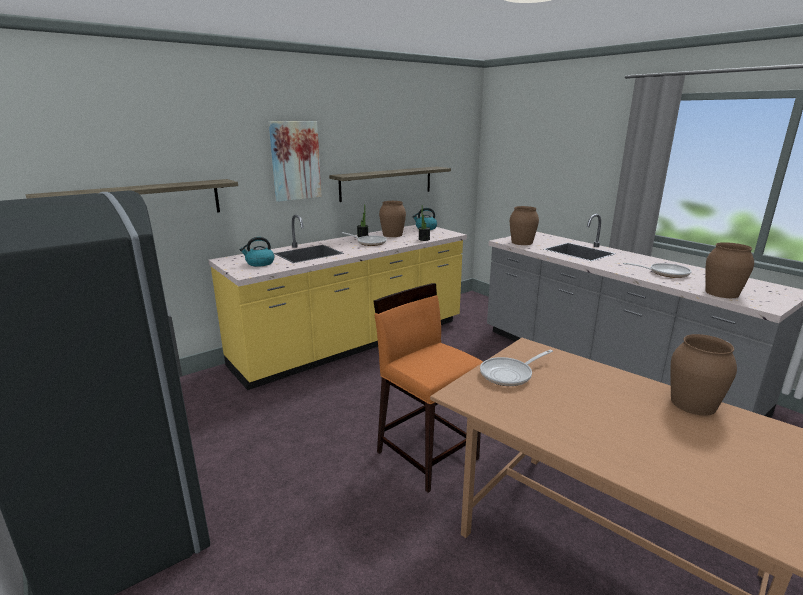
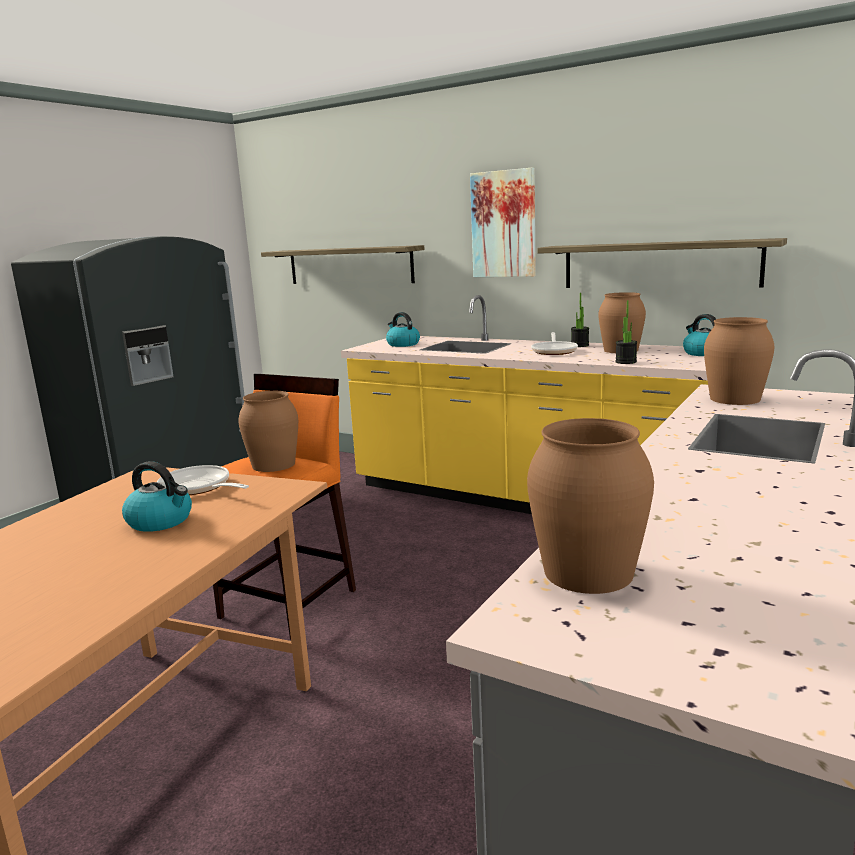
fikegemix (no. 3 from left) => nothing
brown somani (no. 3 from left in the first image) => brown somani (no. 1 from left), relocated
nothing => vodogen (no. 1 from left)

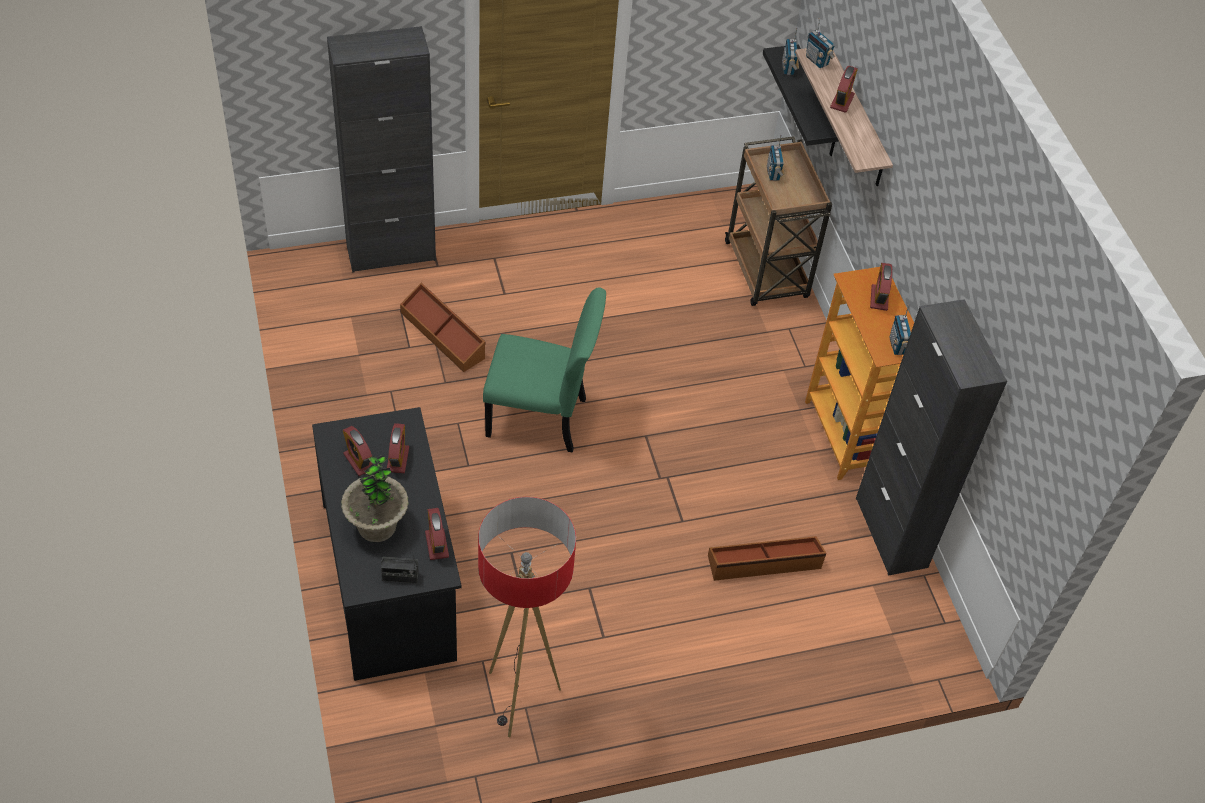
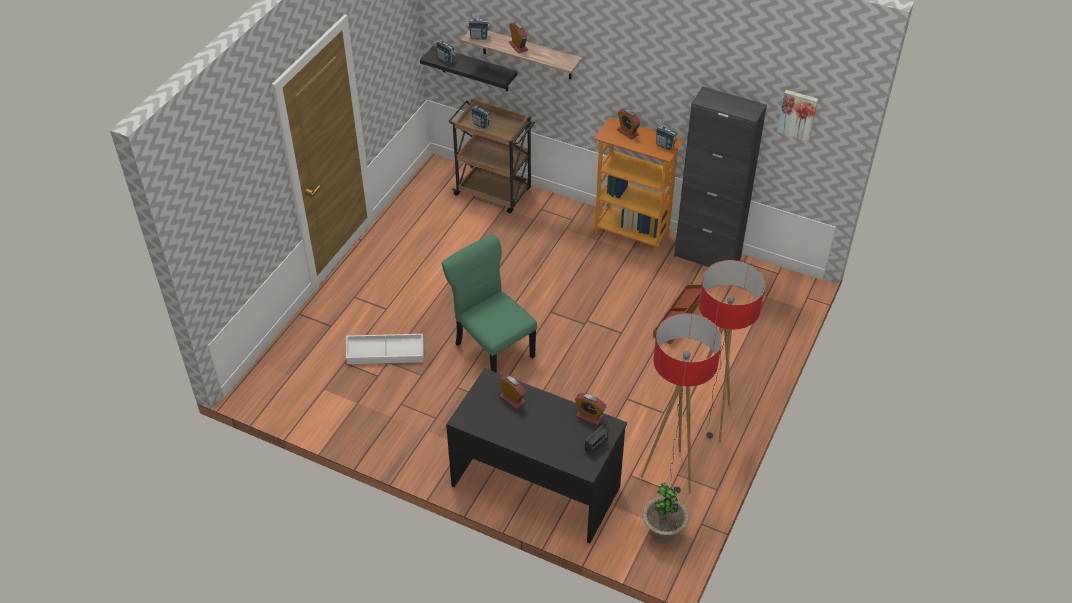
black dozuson (no. 1 from left) => nothing
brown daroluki (no. 1 from left) => white daroluki
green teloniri, 90 degrees counterclockwise
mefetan (no. 1 from left) => nothing
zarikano, relocated
nothing => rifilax
nothing => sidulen (no. 2 from left)

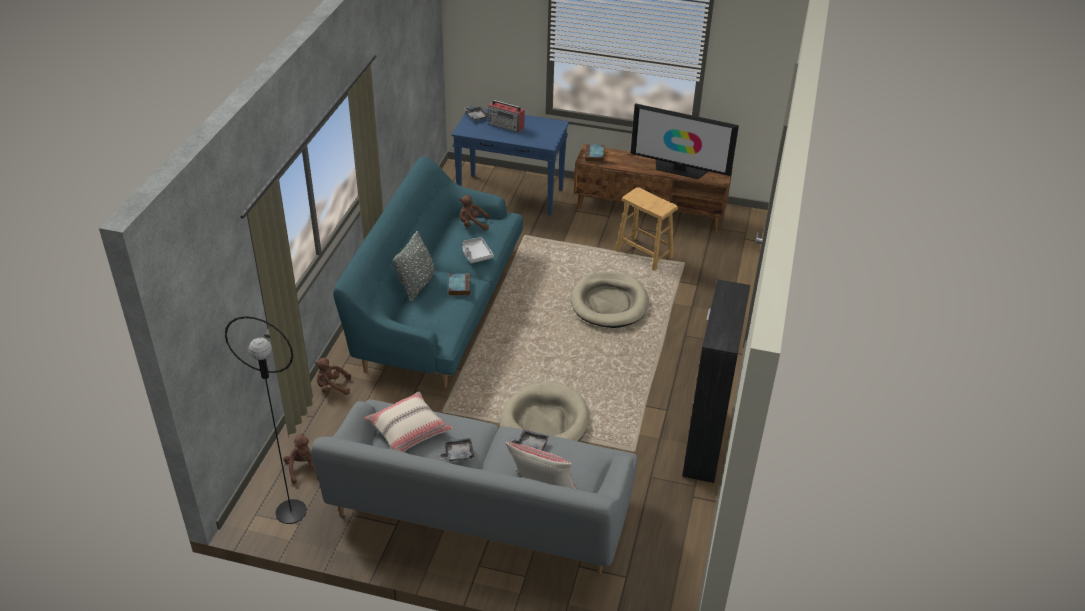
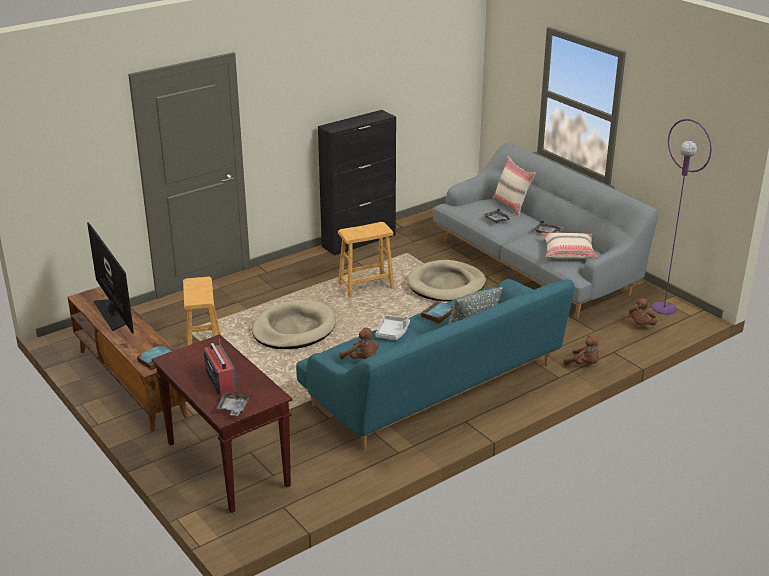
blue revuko => brown revuko
black sidulen => purple sidulen
nothing => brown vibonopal (no. 2 from left)

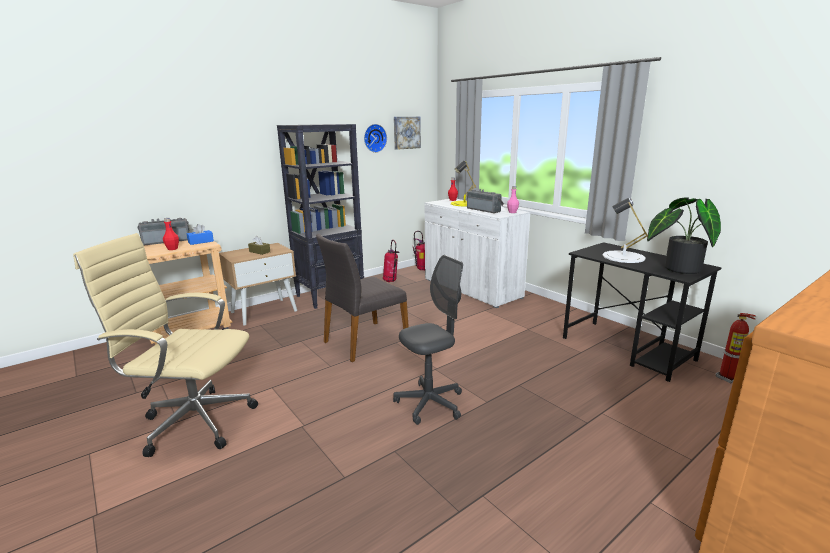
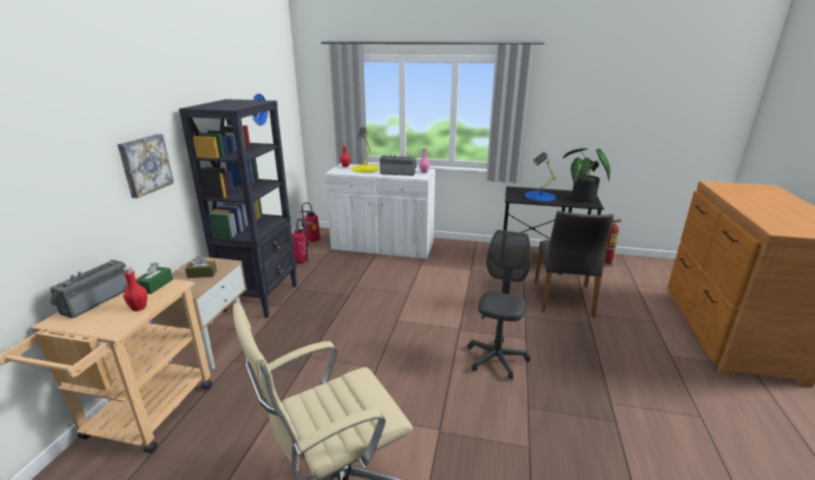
rifilax, relocated
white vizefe => blue vizefe
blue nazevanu => green nazevanu
grey teloniri, relocated

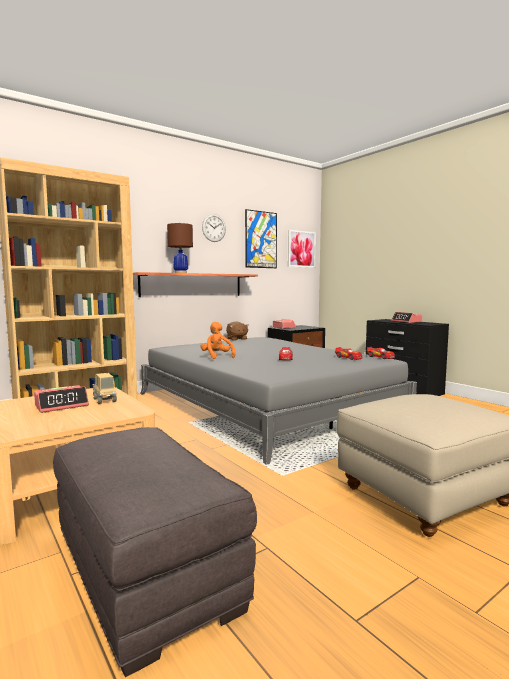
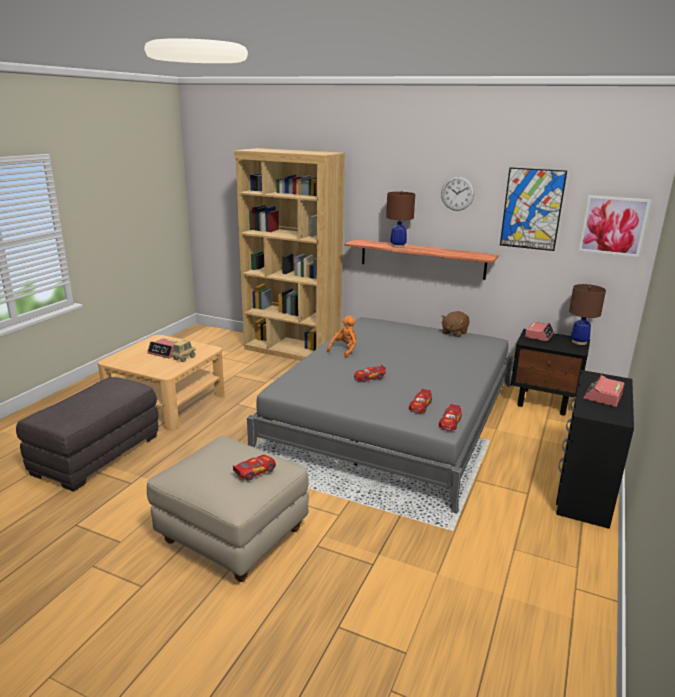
nothing => brown vizefe (no. 2 from left)
nothing => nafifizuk (no. 1 from left)

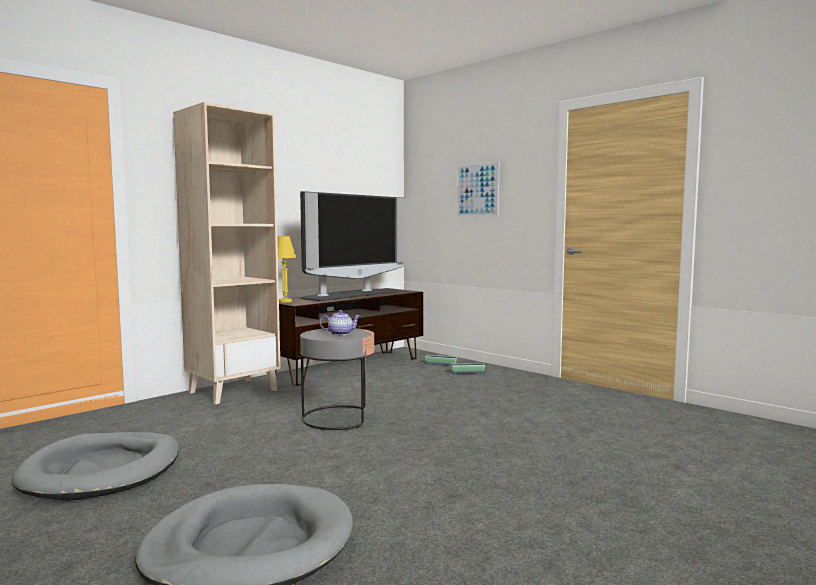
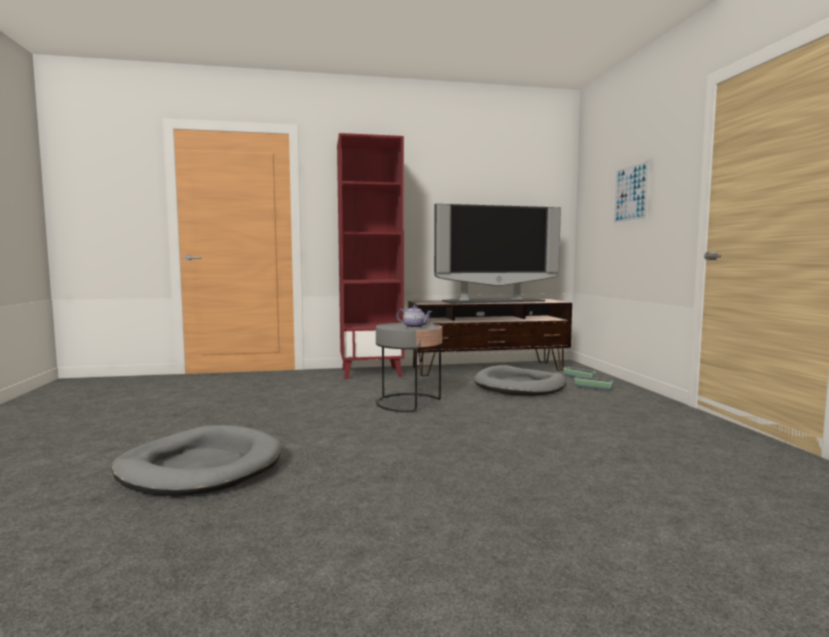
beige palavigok => red palavigok
yellow vizefe => nothing
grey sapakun (no. 1 from left in the first image) => grey sapakun (no. 2 from left), relocated

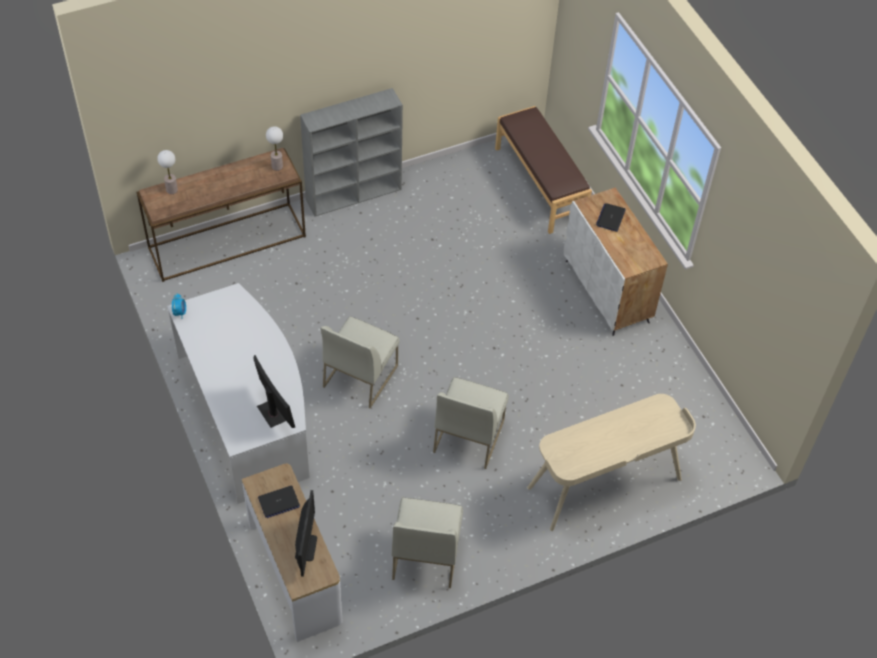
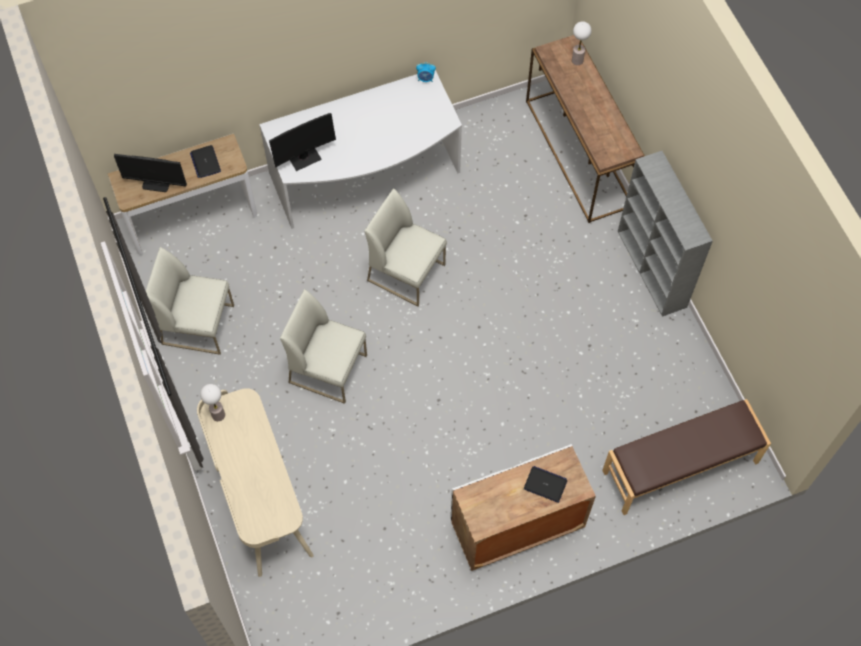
vizefe (no. 2 from left in the first image) => vizefe (no. 1 from left), relocated

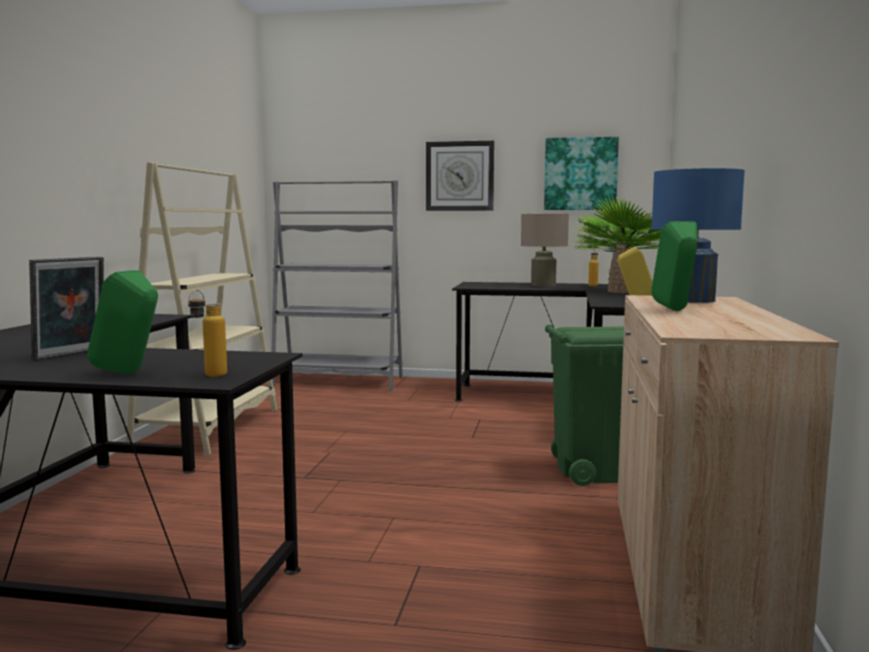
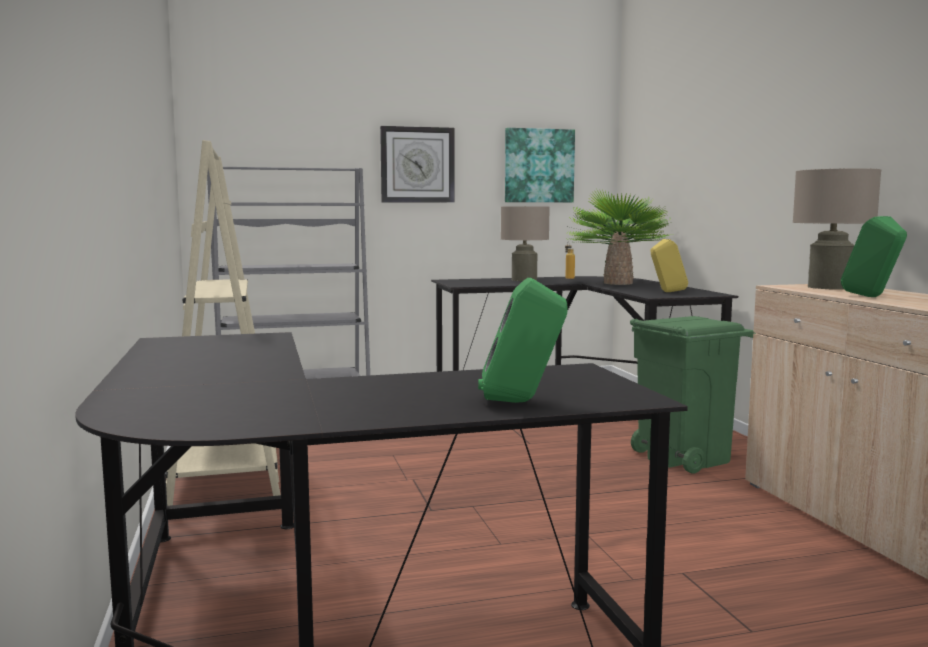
blue vizefe => beige vizefe (no. 2 from left)
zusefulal => nothing
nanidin (no. 1 from left) => nothing

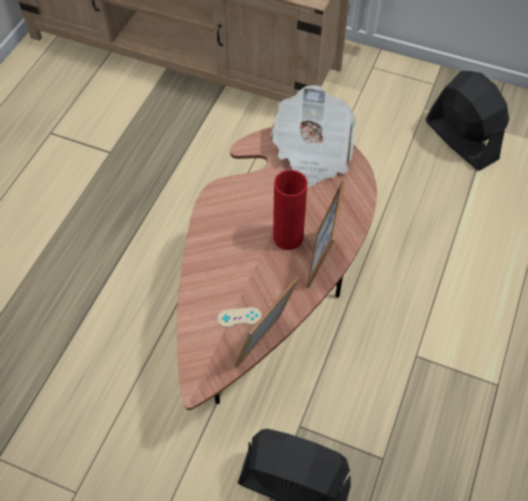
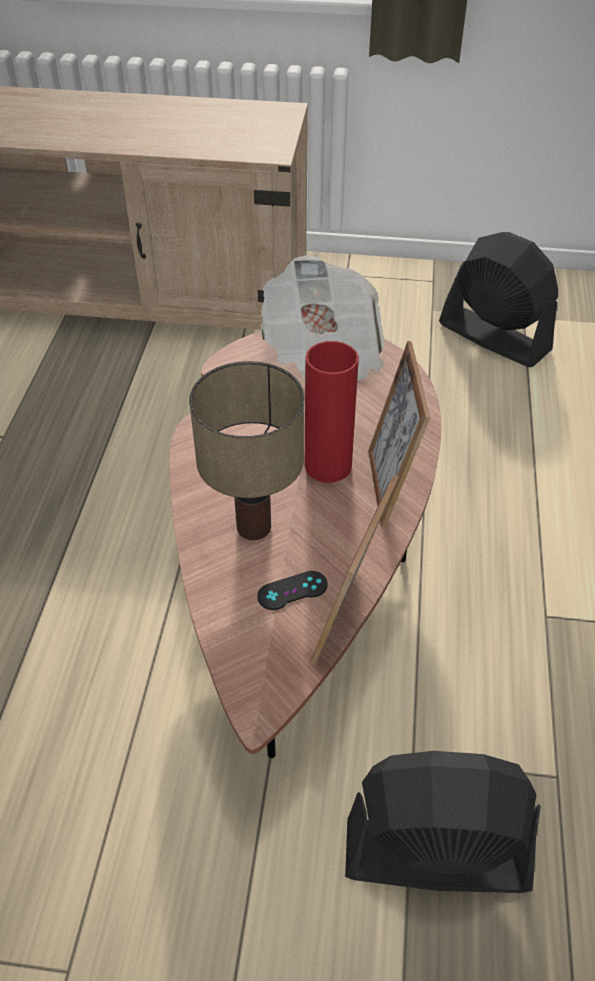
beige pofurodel => black pofurodel
nothing => vizefe

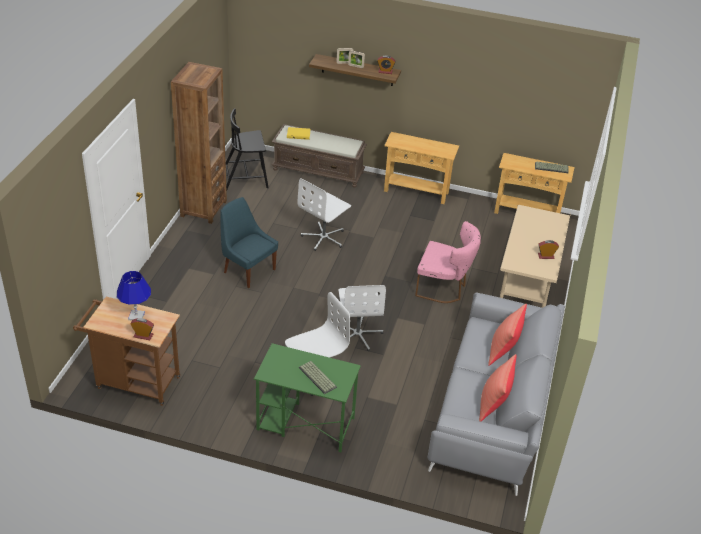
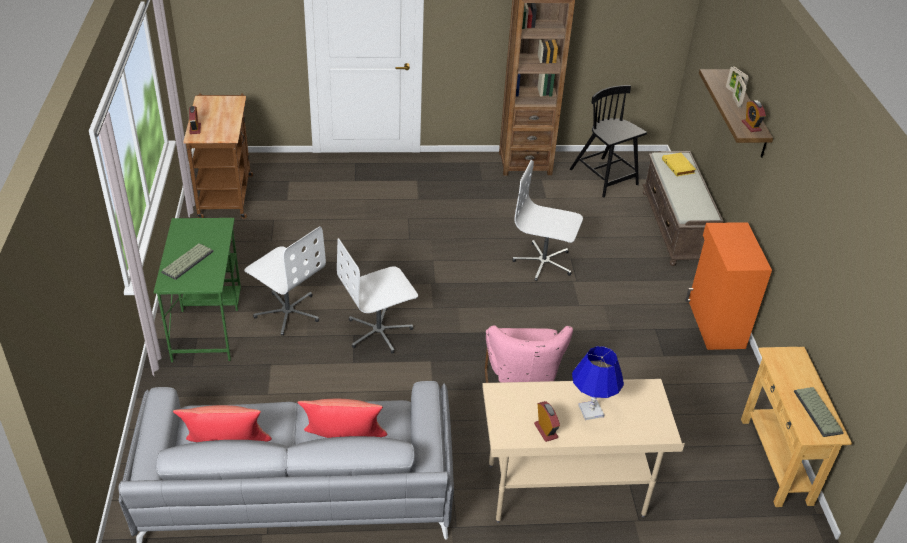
beige revuko (no. 1 from left) => orange dozuson
blue teloniri => nothing
blue vizefe, relocated

